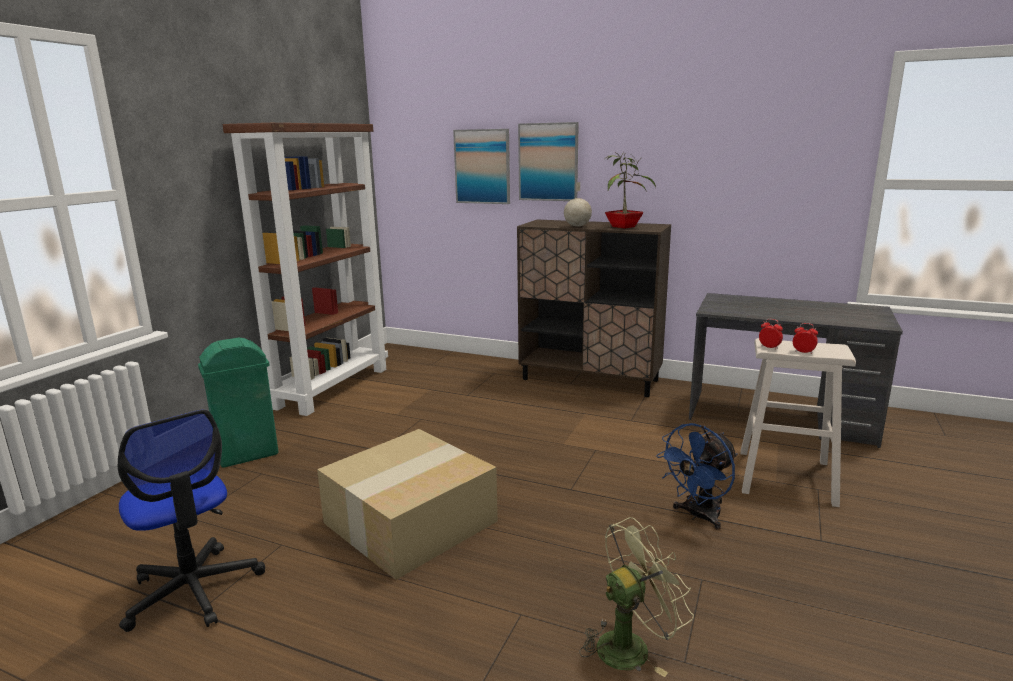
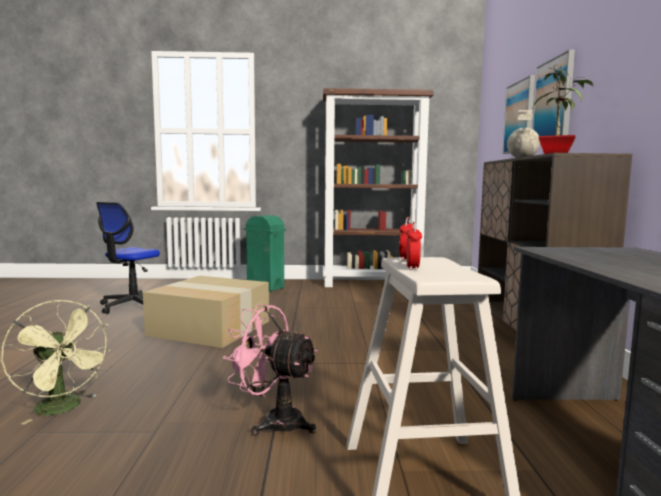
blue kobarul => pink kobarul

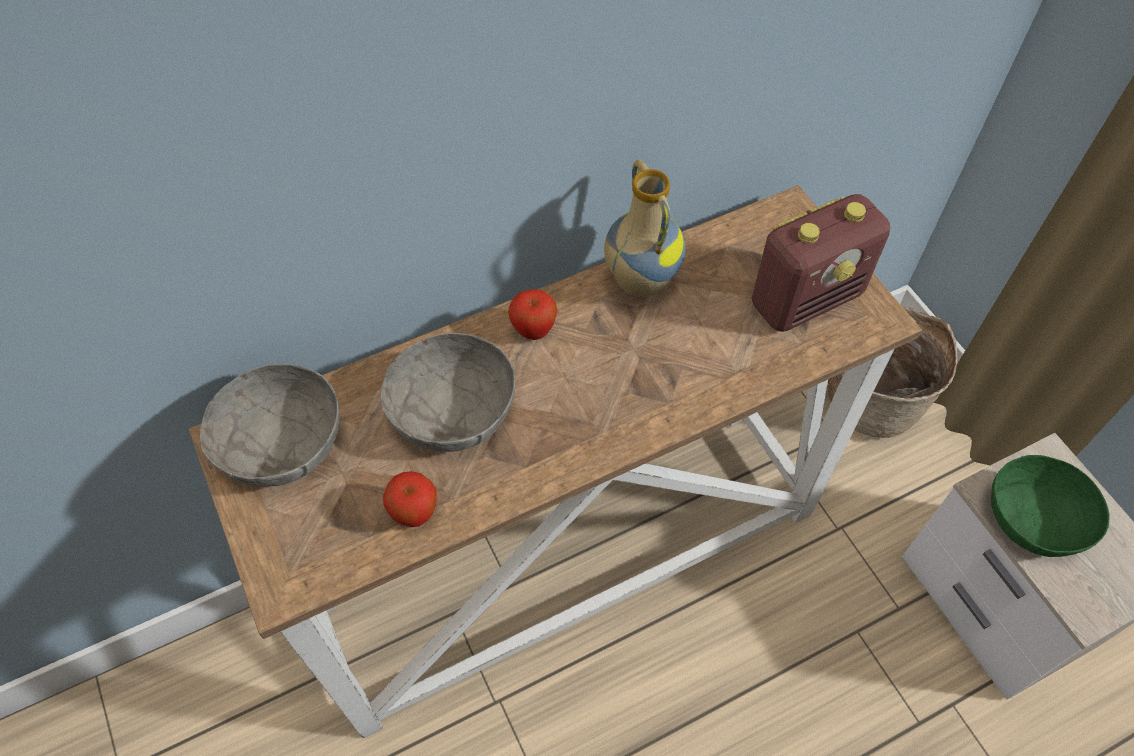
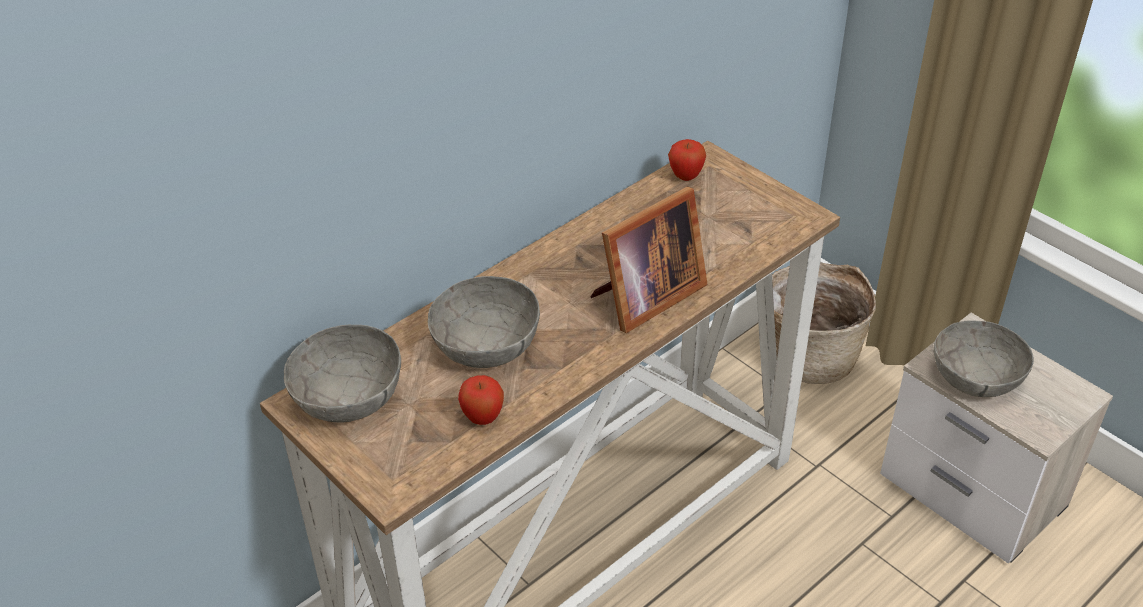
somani => nothing
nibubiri => nothing
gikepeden (no. 2 from left), relocated
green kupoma => grey kupoma (no. 3 from left)
nothing => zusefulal

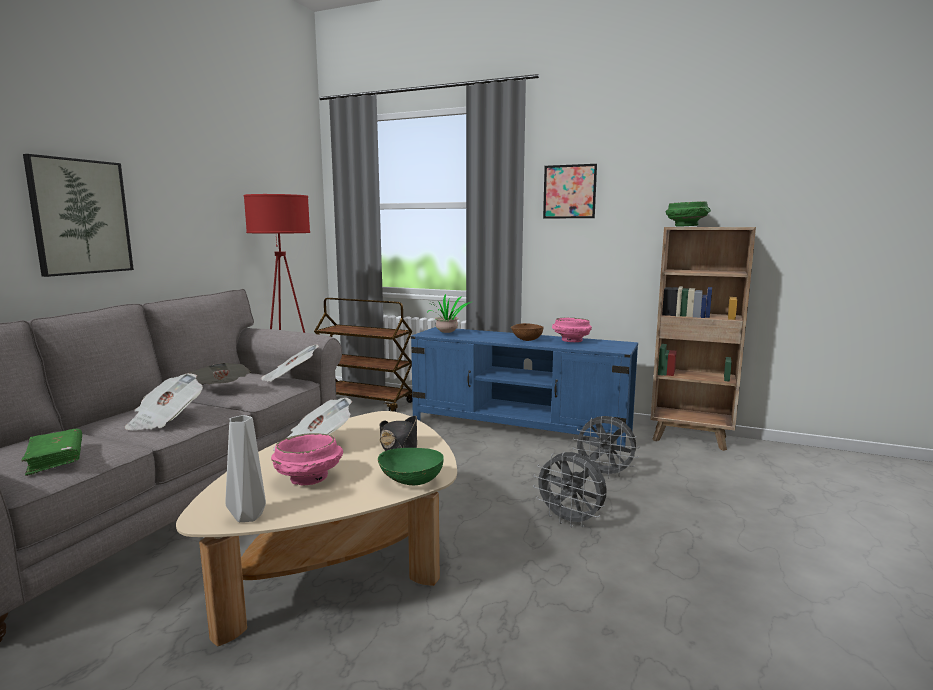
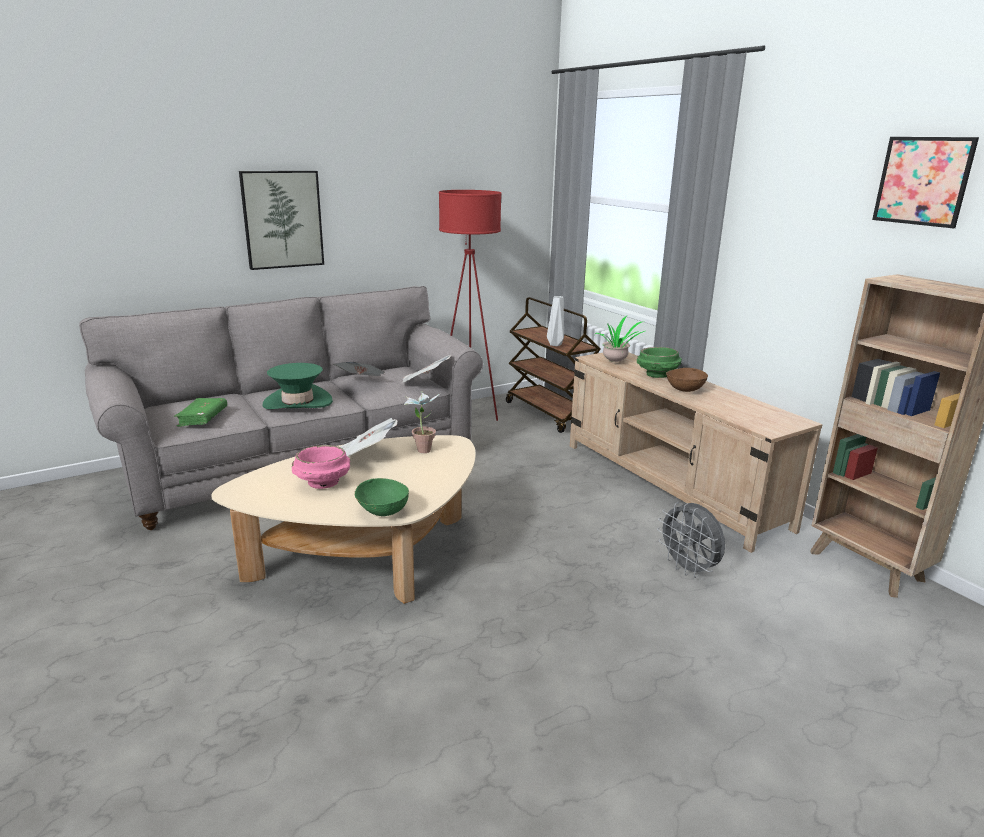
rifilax (no. 2 from left), relocated
green kupoma (no. 2 from left), relocated
pink kupoma (no. 2 from left) => nothing
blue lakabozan => beige lakabozan
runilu (no. 1 from left) => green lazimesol
grey somani, relocated
black lazimesol => nothing
grey kobarul (no. 1 from left) => nothing
nothing => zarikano (no. 1 from left)

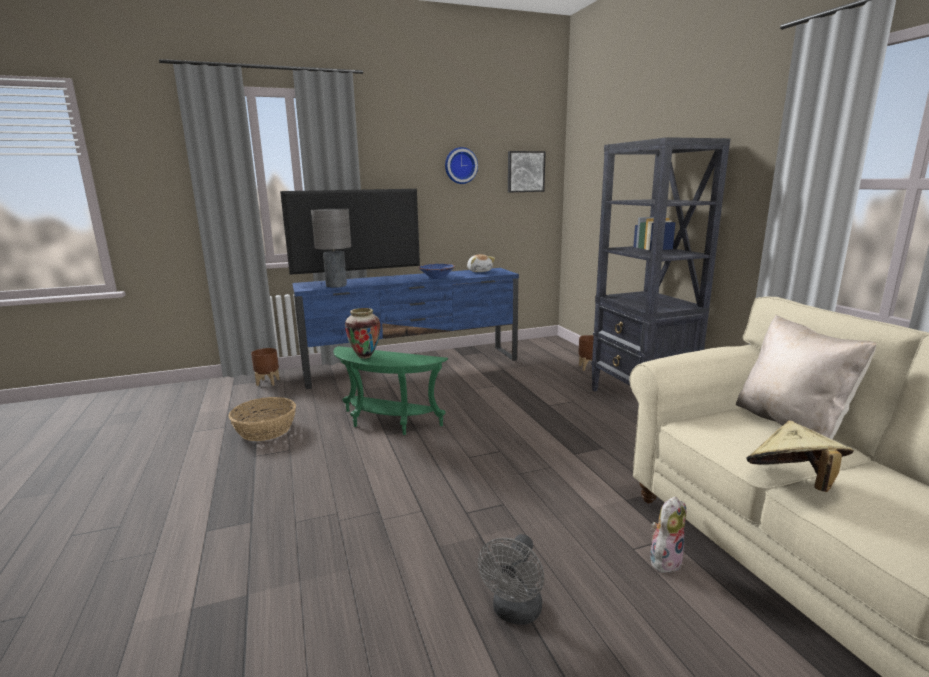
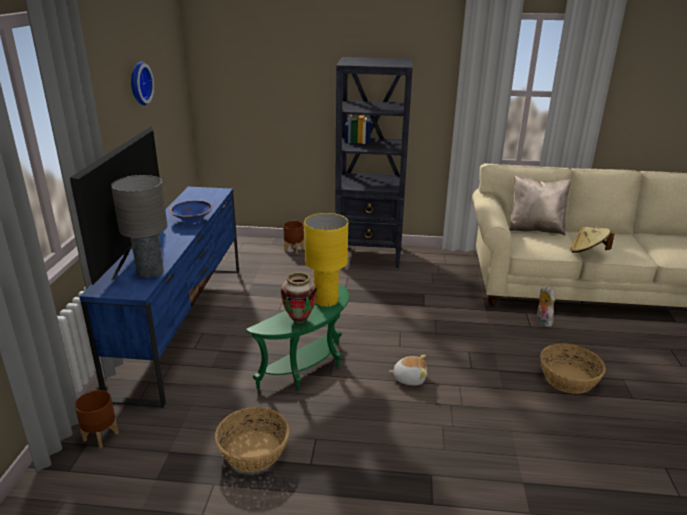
rifilax => nothing
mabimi (no. 1 from left), relocated
grey kobarul => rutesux (no. 2 from left)
nothing => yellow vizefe

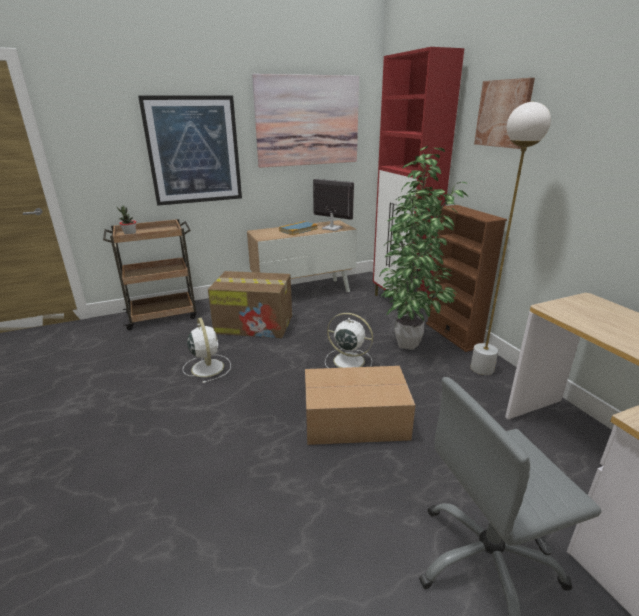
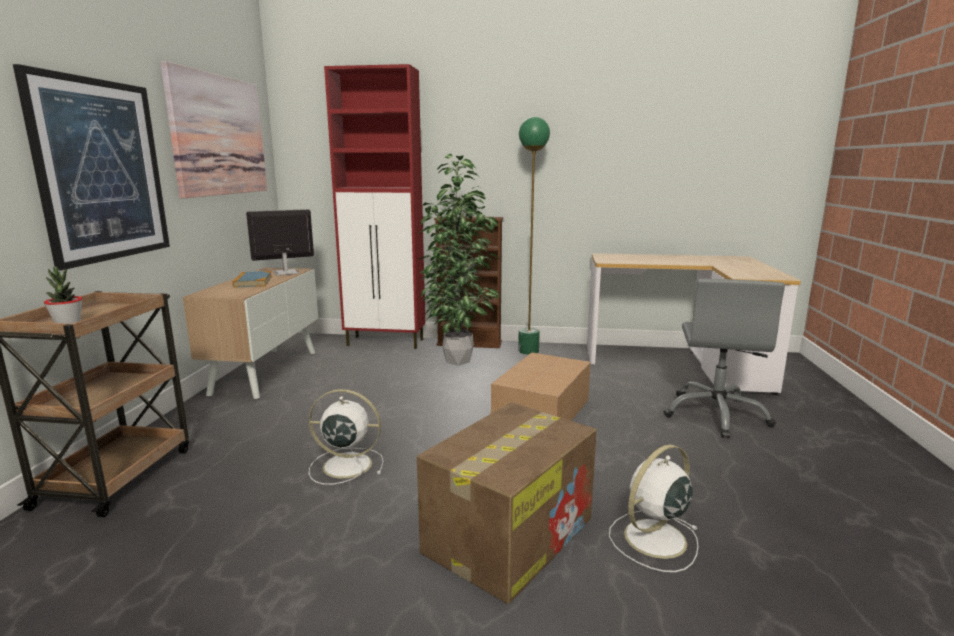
rifilax (no. 3 from left) => nothing
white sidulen => green sidulen
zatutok (no. 1 from left), relocated
white kobarul (no. 2 from left), relocated

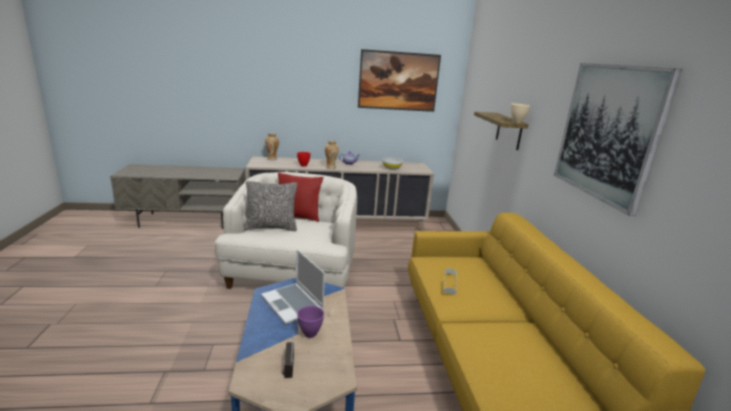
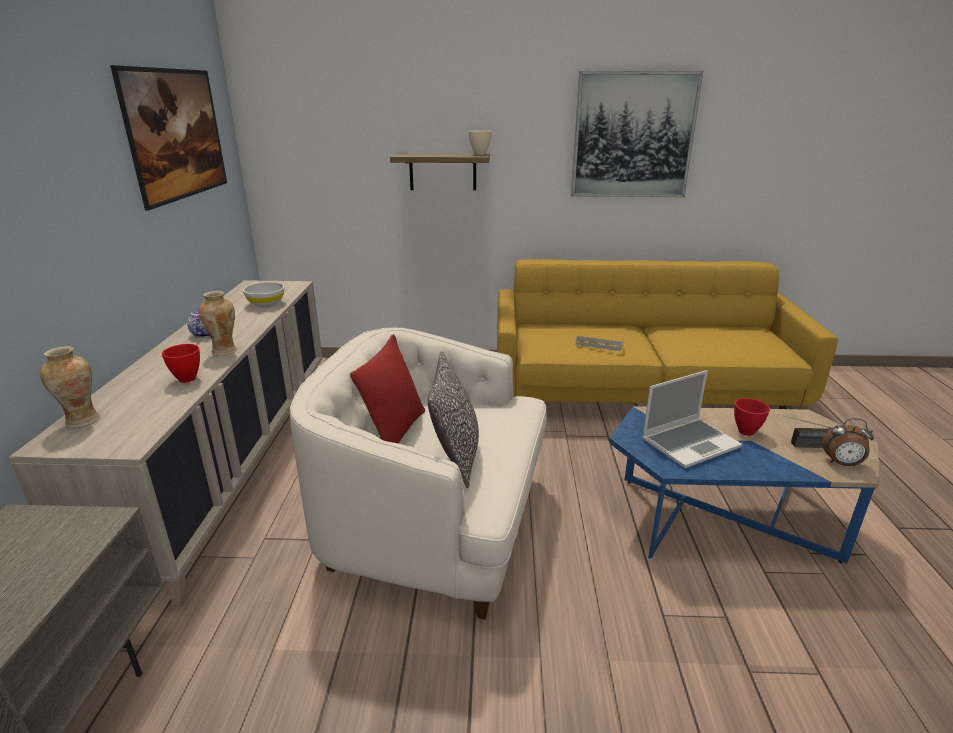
purple kupoma => red kupoma (no. 2 from left)
nothing => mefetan

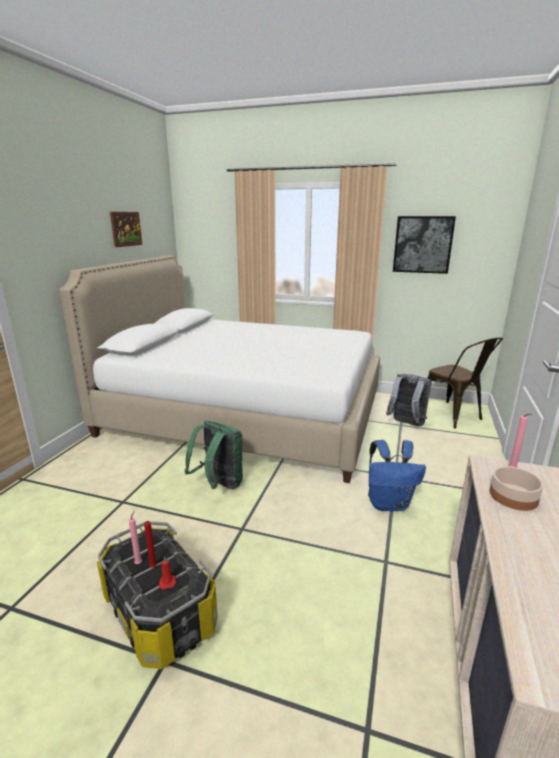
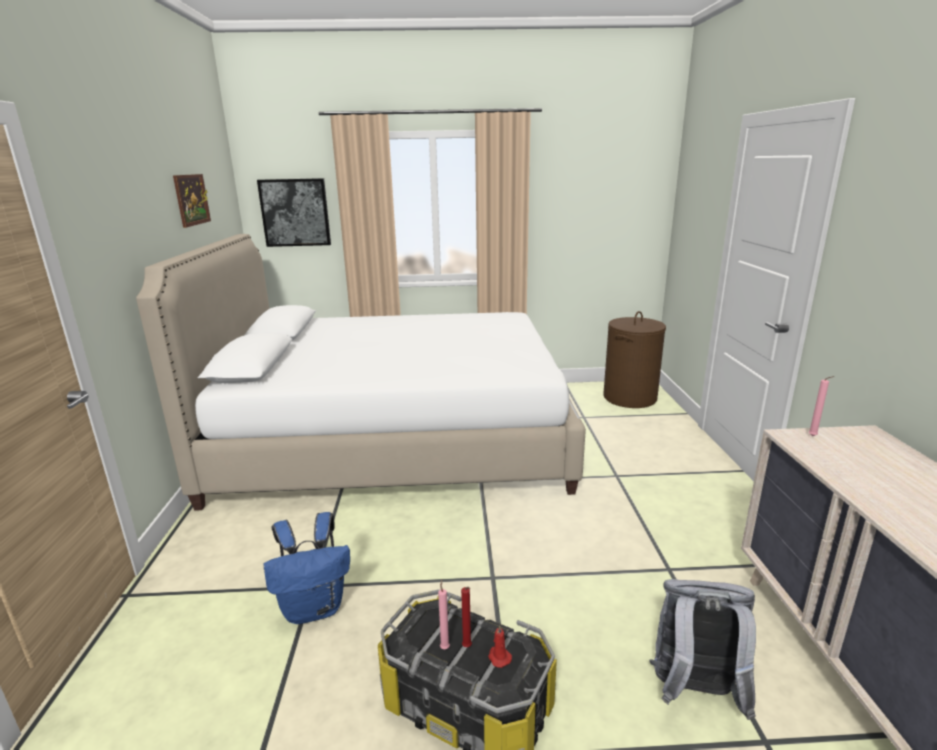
rifilax (no. 2 from left), relocated
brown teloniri => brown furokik
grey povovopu, relocated
green povovopu => nothing
blue povovopu, relocated
kupoma => nothing

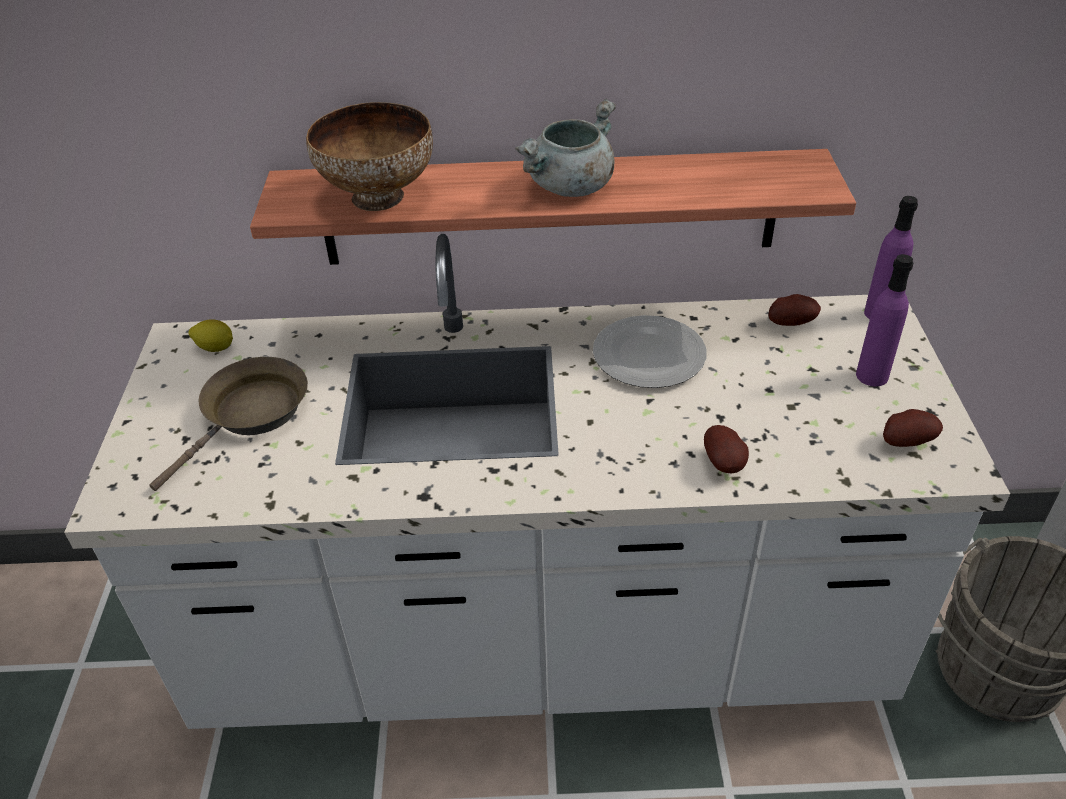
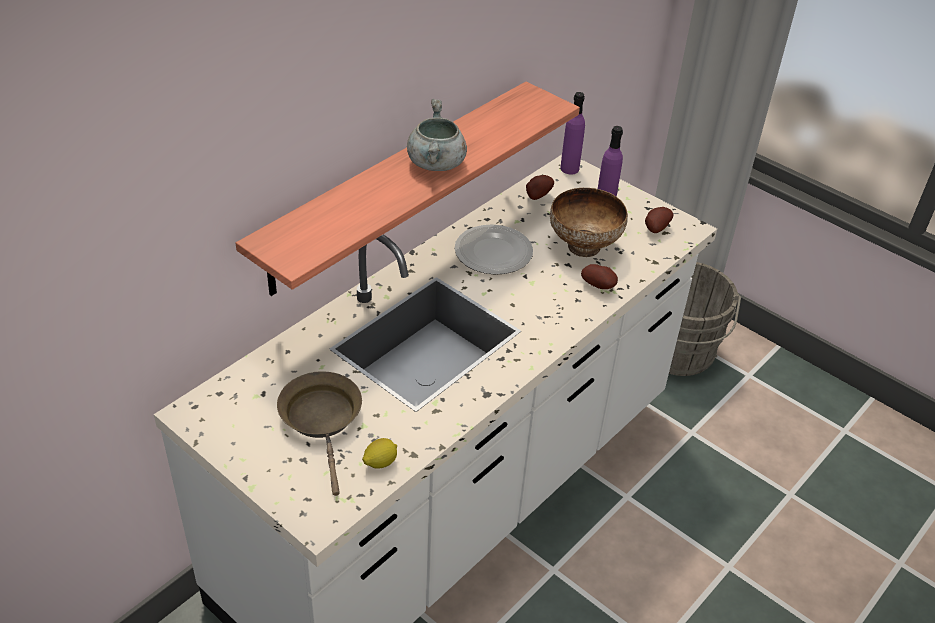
kupoma, relocated
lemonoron, relocated

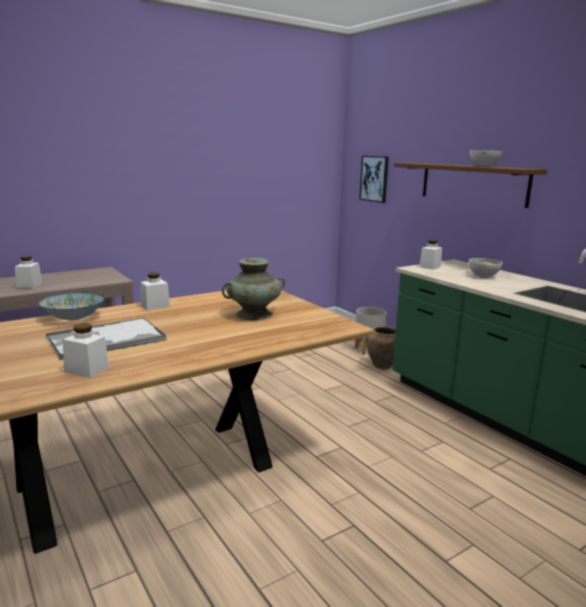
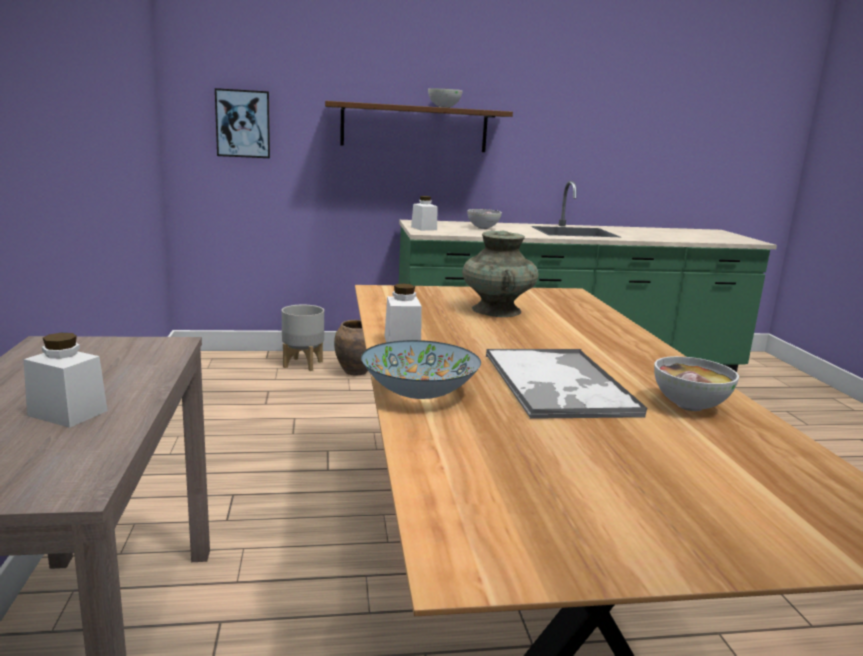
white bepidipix (no. 2 from left) => kupoma (no. 4 from left)

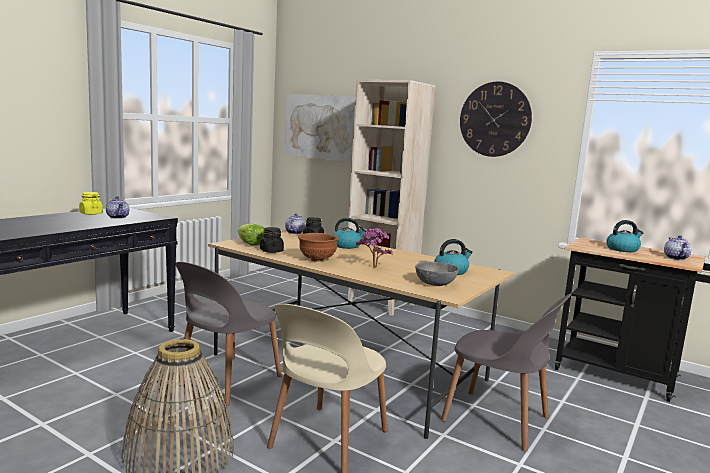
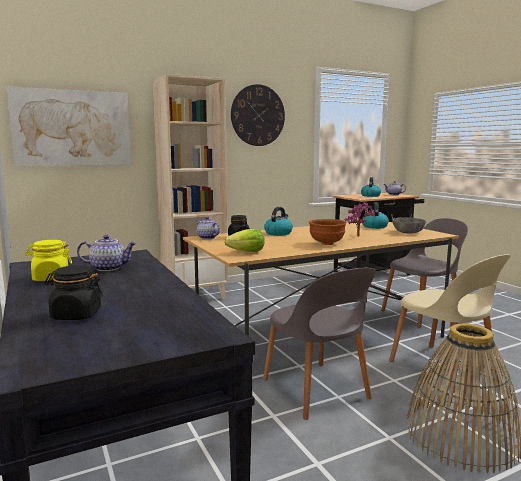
black bepidipix (no. 1 from left), relocated

